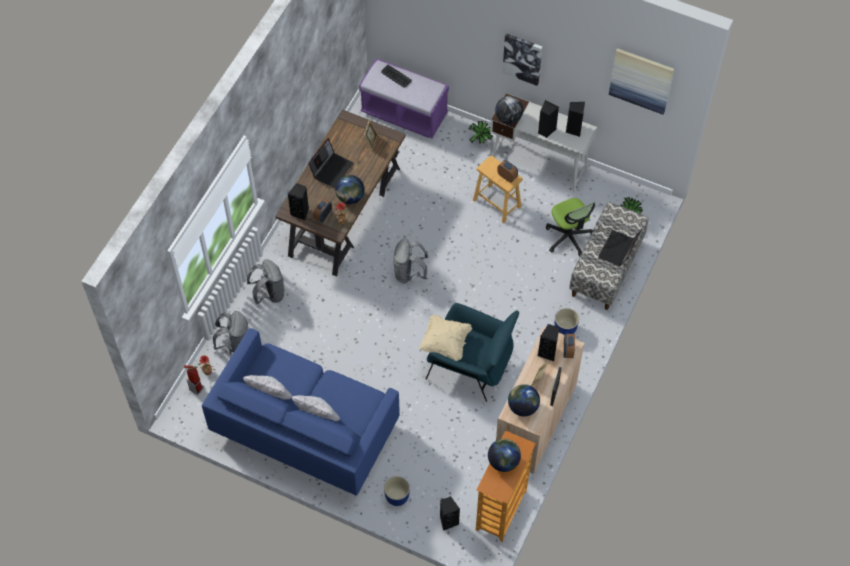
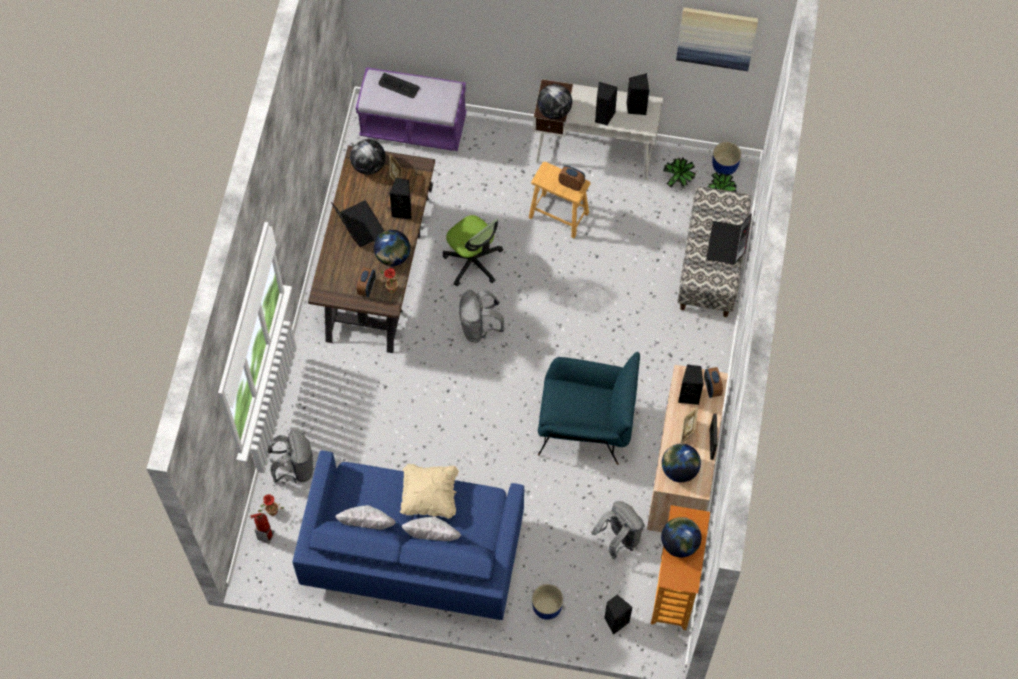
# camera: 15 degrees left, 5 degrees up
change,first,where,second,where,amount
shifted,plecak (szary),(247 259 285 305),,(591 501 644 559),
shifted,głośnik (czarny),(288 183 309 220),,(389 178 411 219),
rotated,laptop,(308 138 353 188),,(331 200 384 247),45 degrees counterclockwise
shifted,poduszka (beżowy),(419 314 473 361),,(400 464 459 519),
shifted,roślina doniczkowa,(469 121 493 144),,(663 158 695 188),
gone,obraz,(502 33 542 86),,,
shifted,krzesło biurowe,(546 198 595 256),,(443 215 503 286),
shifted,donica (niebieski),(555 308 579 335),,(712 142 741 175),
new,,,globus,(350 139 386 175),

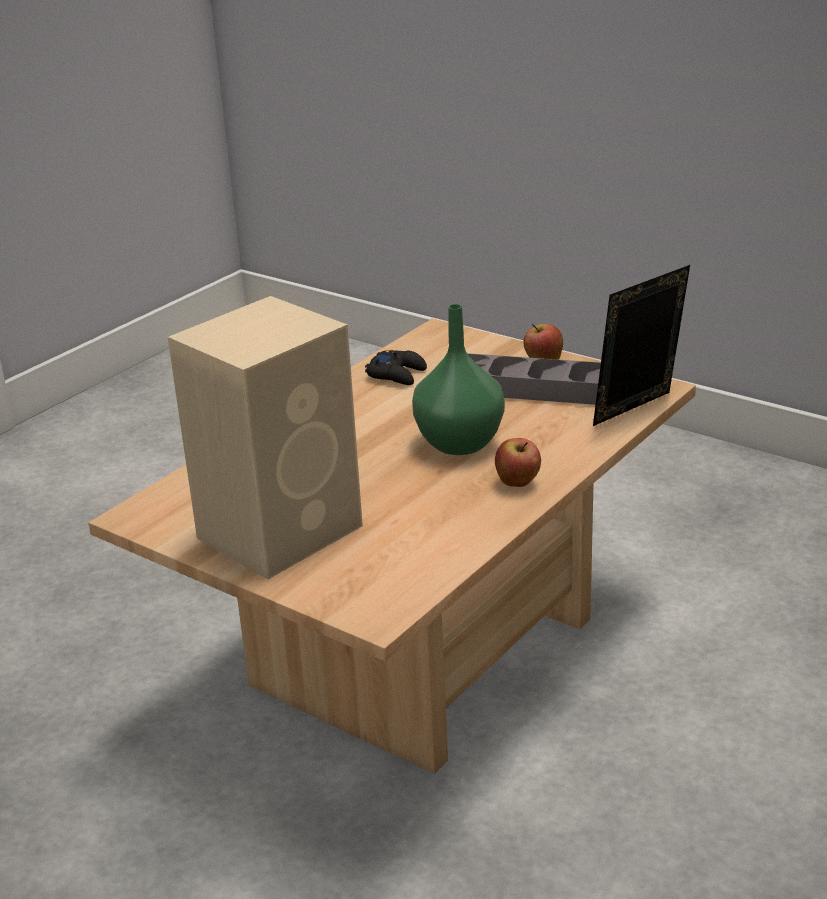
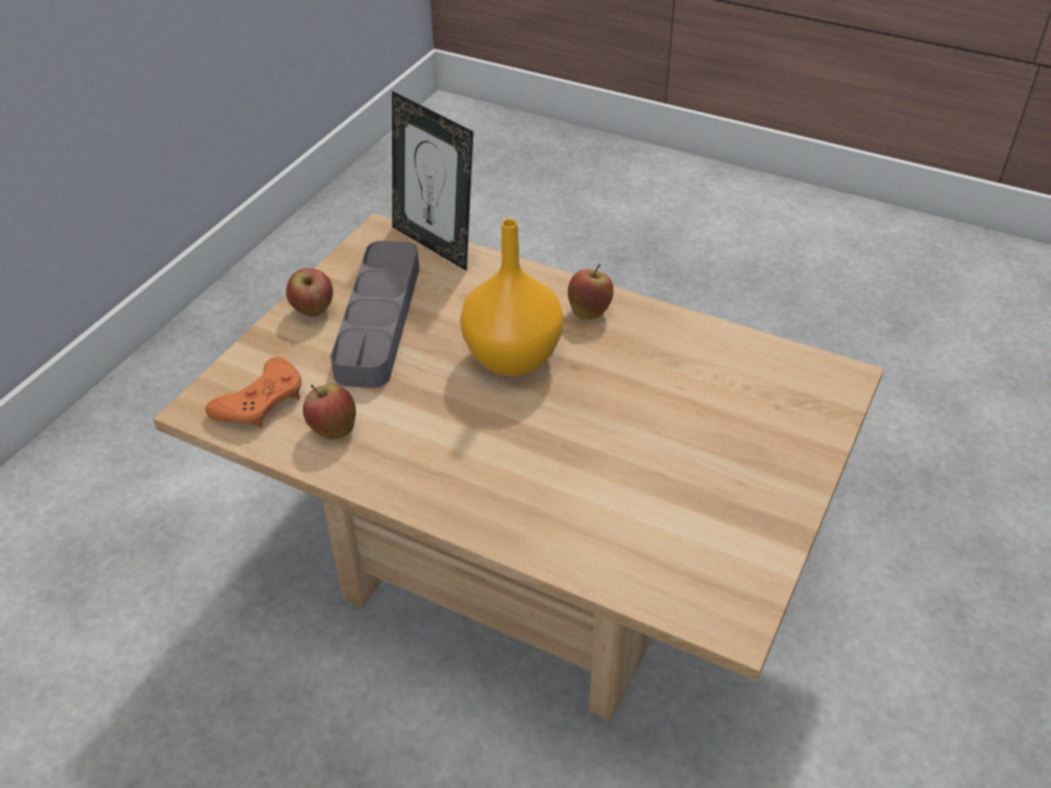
# camera: 100 degrees left, 15 degrees up
change,first,where,second,where,amount
gone,głośnik (beżowy),(168 296 363 579),,,
swapped,pad do gier (czarny),(365 350 427 385),jabłko,(303 383 356 440),
repainted,wazon (zielony),(412 304 505 455),wazon (pomarańczowy),(460 219 563 376),
new,,,pad do gier (pomarańczowy),(205 357 302 428),

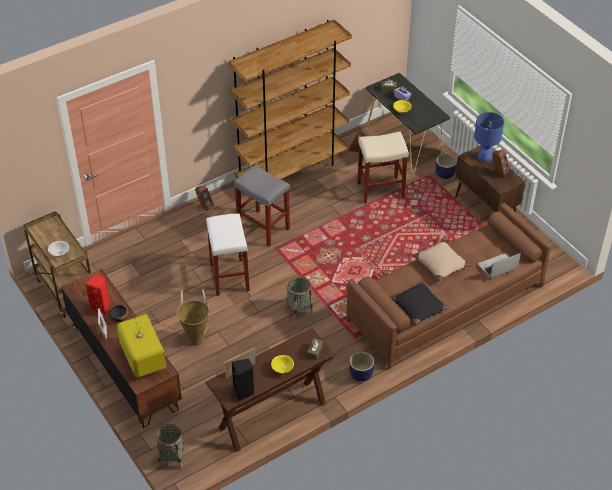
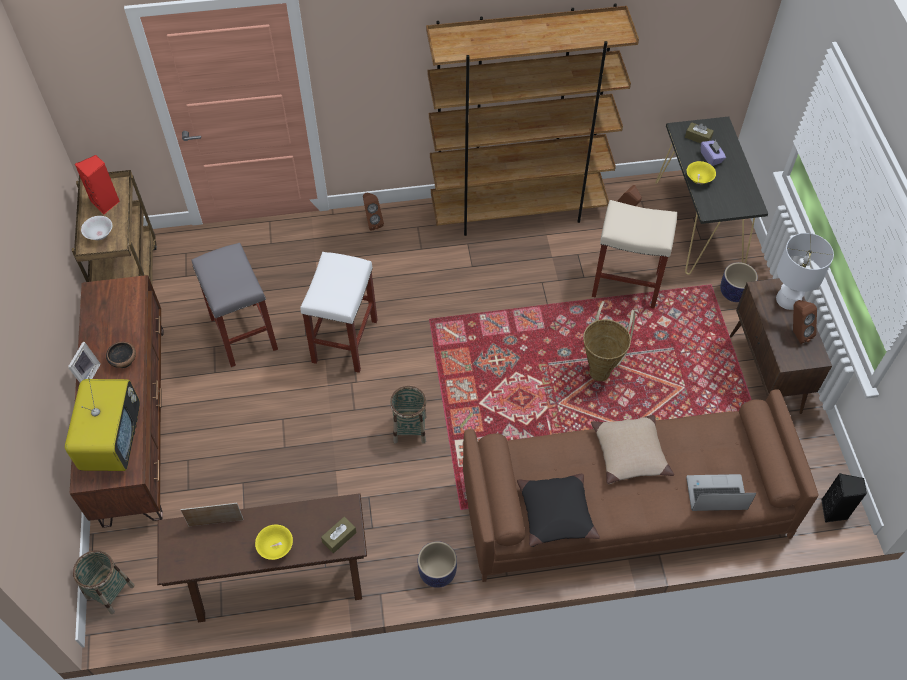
# camera: 25 degrees right, 10 degrees up
change,first,where,second,where,amount
shifted,głośnik (czerwony),(86 274 110 315),,(75 155 120 215),
shifted,koszyk,(177 289 209 345),,(583 301 635 381),
shifted,głośnik (czarny),(232 359 254 401),,(821 473 867 523),
shifted,stołek (szary),(234 165 290 247),,(192 243 278 367),
repainted,lampa stołowa (niebieski),(474 112 504 162),lampa stołowa (biały),(776 233 834 310),

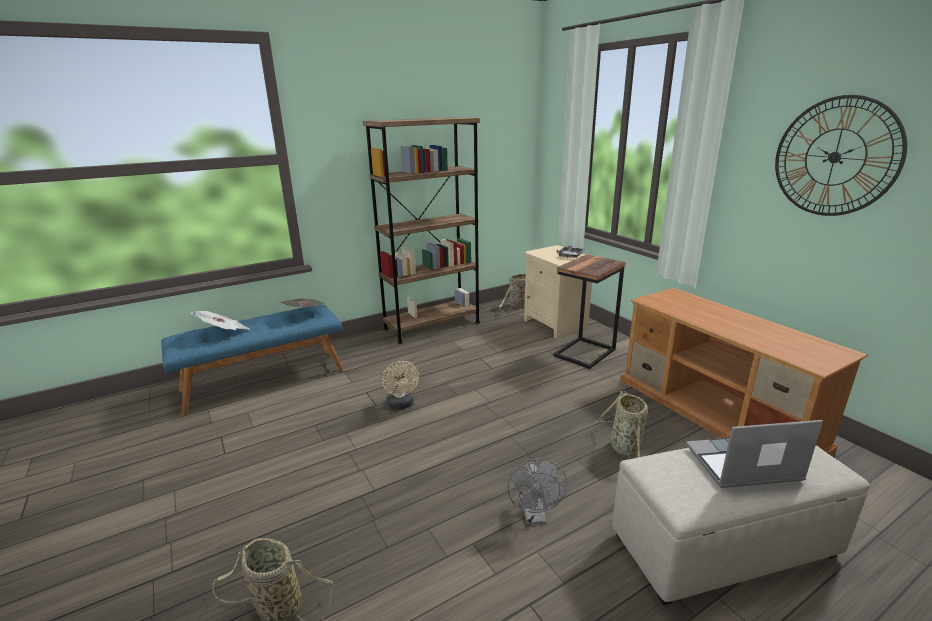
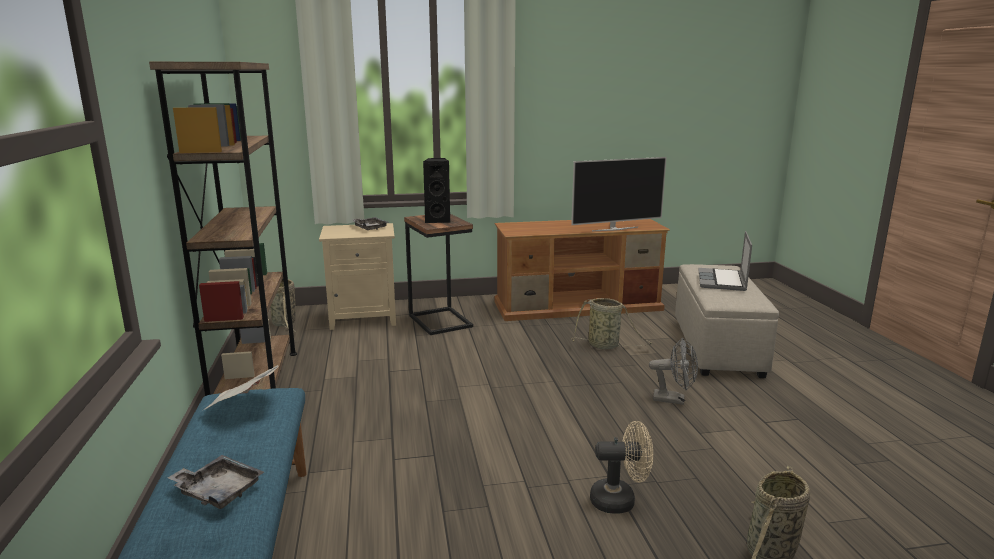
# camera: 70 degrees left, 5 degrees down
change,first,where,second,where,amount
swapped,gazeta,(191 311 250 330),taca (szary),(167 455 264 509),
shifted,wentylator (beżowy),(382 361 419 410),,(590 421 653 514),
gone,zegar ścienny,(775 95 907 216),,,
new,,,głośnik (czarny),(423 158 450 223),
new,,,telewizor,(571 157 667 231),

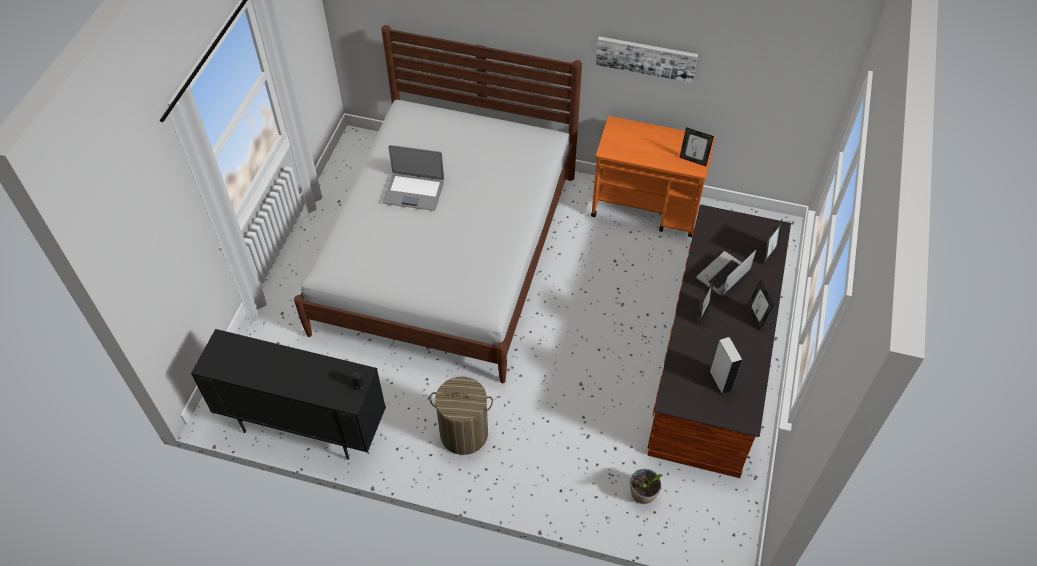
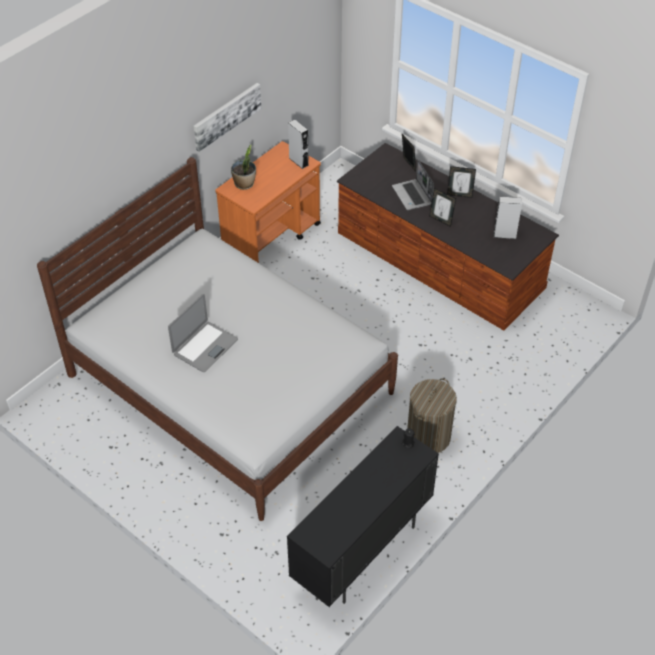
# camera: 65 degrees left, 5 degrees down
change,first,where,second,where,amount
shifted,roślina doniczkowa,(630 469 663 504),,(231 144 256 190),
swapped,ramka na zdjęcie,(679 127 714 166),głośnik (szary),(288 119 309 169),

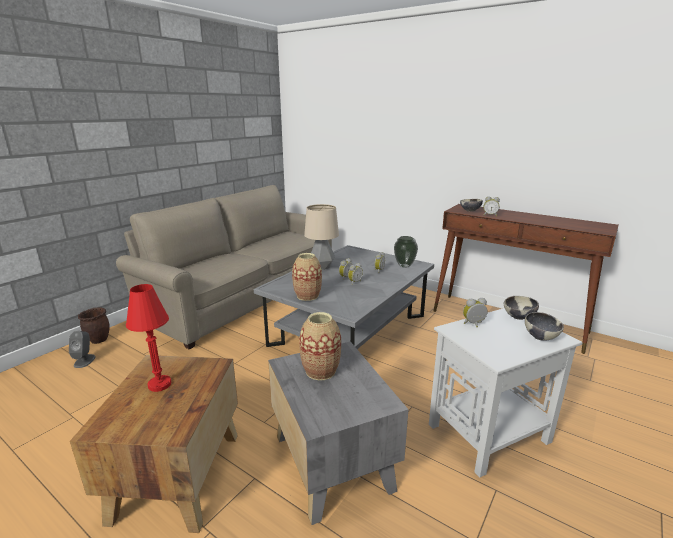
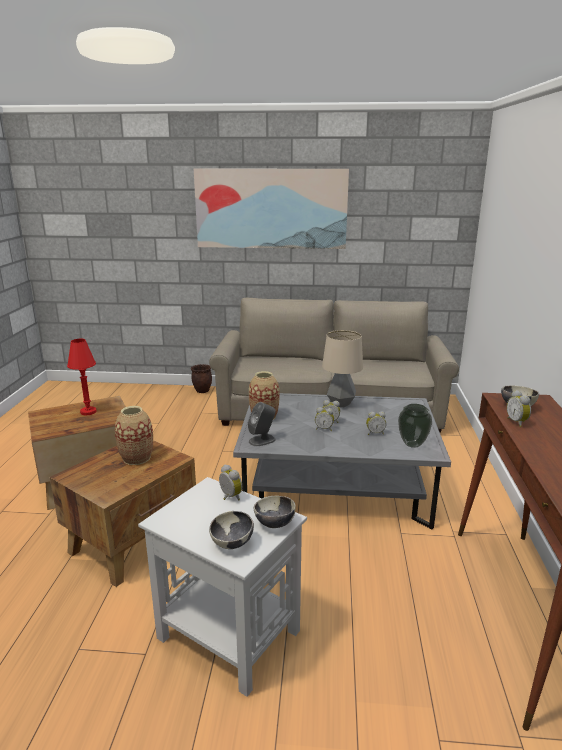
# camera: 60 degrees right, 0 degrees up
change,first,where,second,where,amount
shifted,głośnik (szary),(69 331 96 368),,(248 402 276 446),
repainted,stolik (szary),(268 341 409 525),stolik (brązowy),(50 440 196 587),
new,,,obraz,(194 169 349 249),

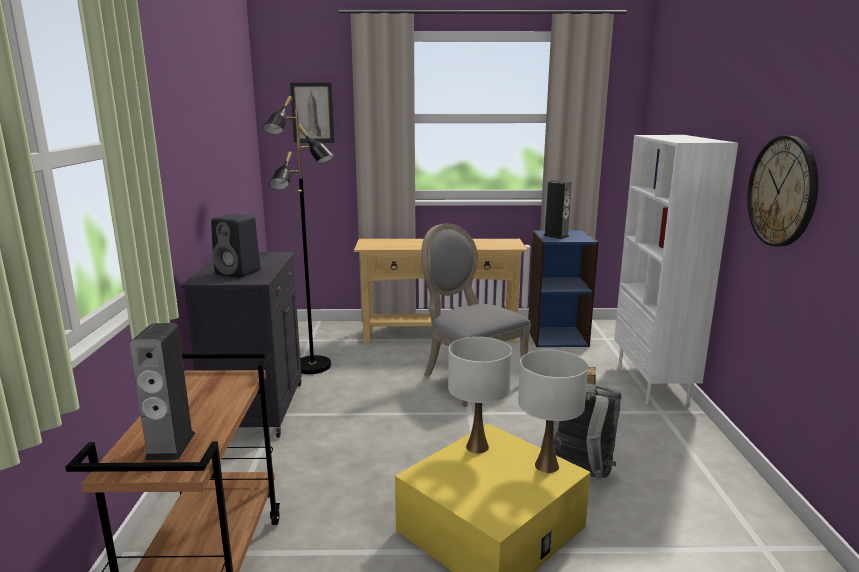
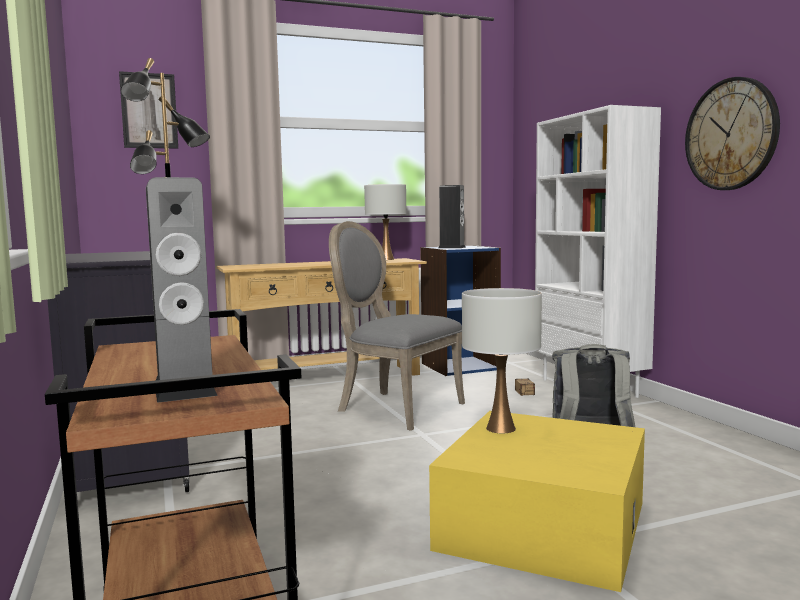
# camera: 20 degrees left, 10 degrees down
change,first,where,second,where,amount
gone,głośnik (czarny),(211 214 261 278),,,
shifted,lampa stołowa (biały),(518 350 588 473),,(364 184 406 260),

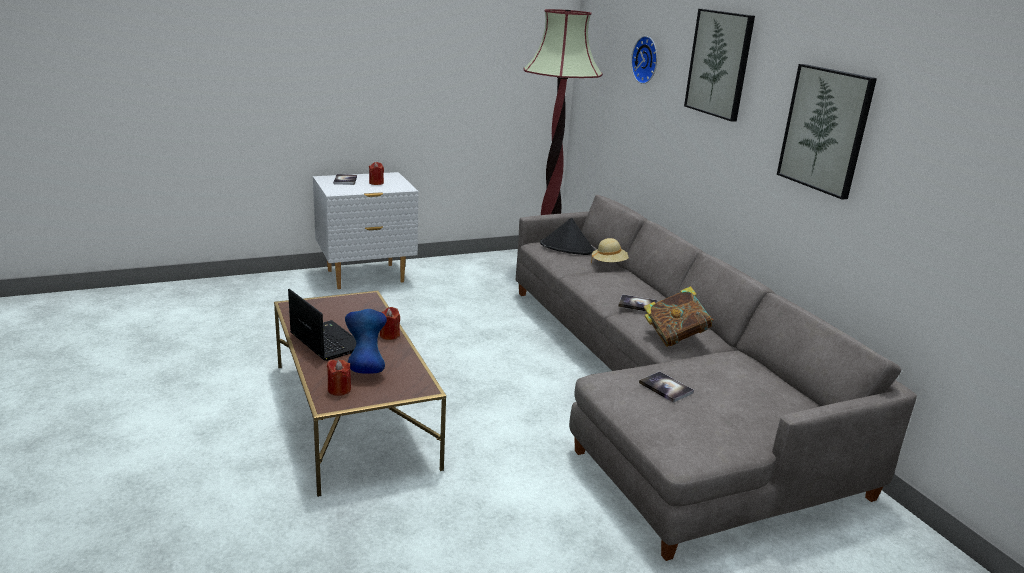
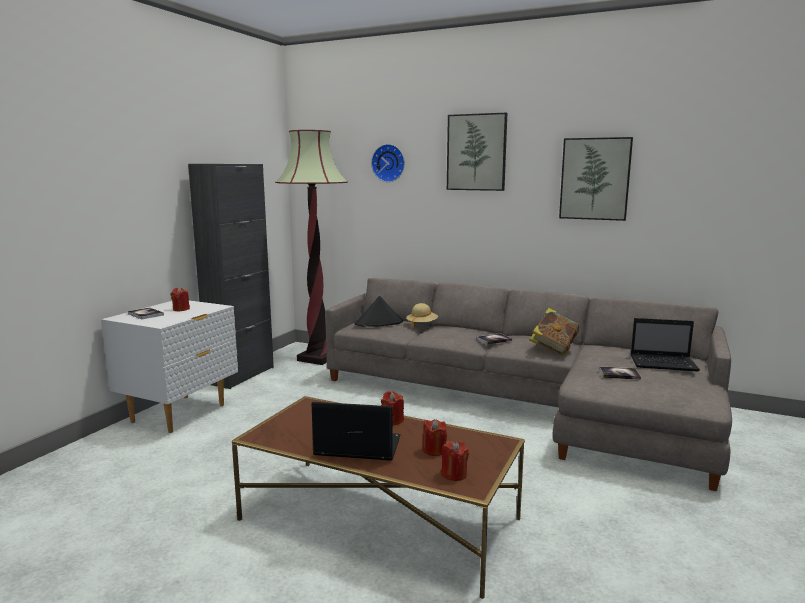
# camera: 40 degrees left, 10 degrees down
change,first,where,second,where,amount
swapped,wazon (niebieski),(345 309 387 374),świeca (czerwony),(423 419 447 456),
new,,,szafka (czarny),(188 164 274 389),
new,,,laptop,(631 318 700 372),

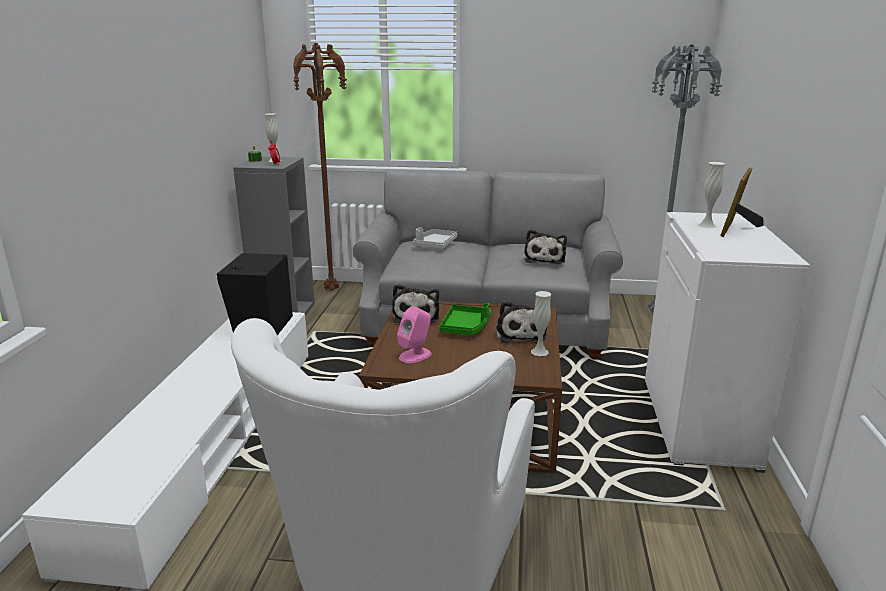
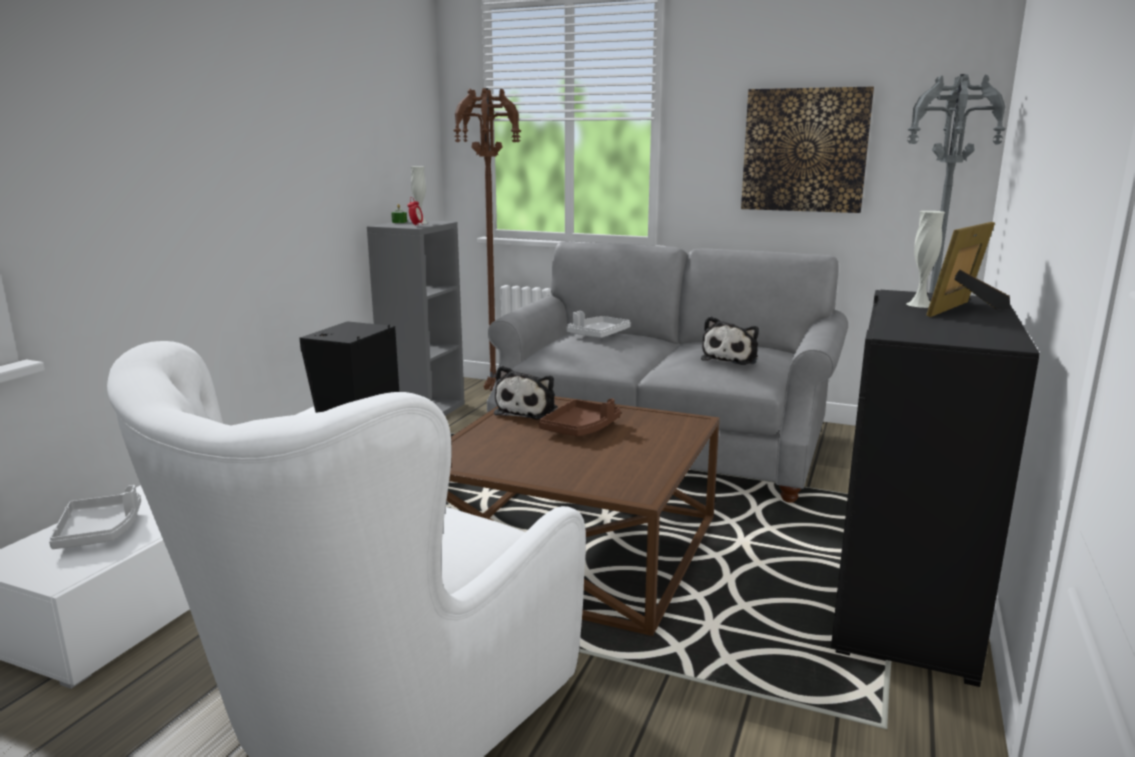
# camera: 15 degrees right, 5 degrees down
change,first,where,second,where,amount
gone,głośnik (różowy),(397 306 432 363),,,
repainted,taca (zielony),(439 303 491 335),taca (brązowy),(539 399 621 436),
gone,pluszak,(496 301 548 342),,,
gone,wazon (biały),(531 291 551 356),,,
repainted,szafka (biały),(645 212 810 473),szafka (czarny),(831 290 1040 687),
new,,,taca (szary),(49 485 141 549),
new,,,obraz,(741 87 874 213),

